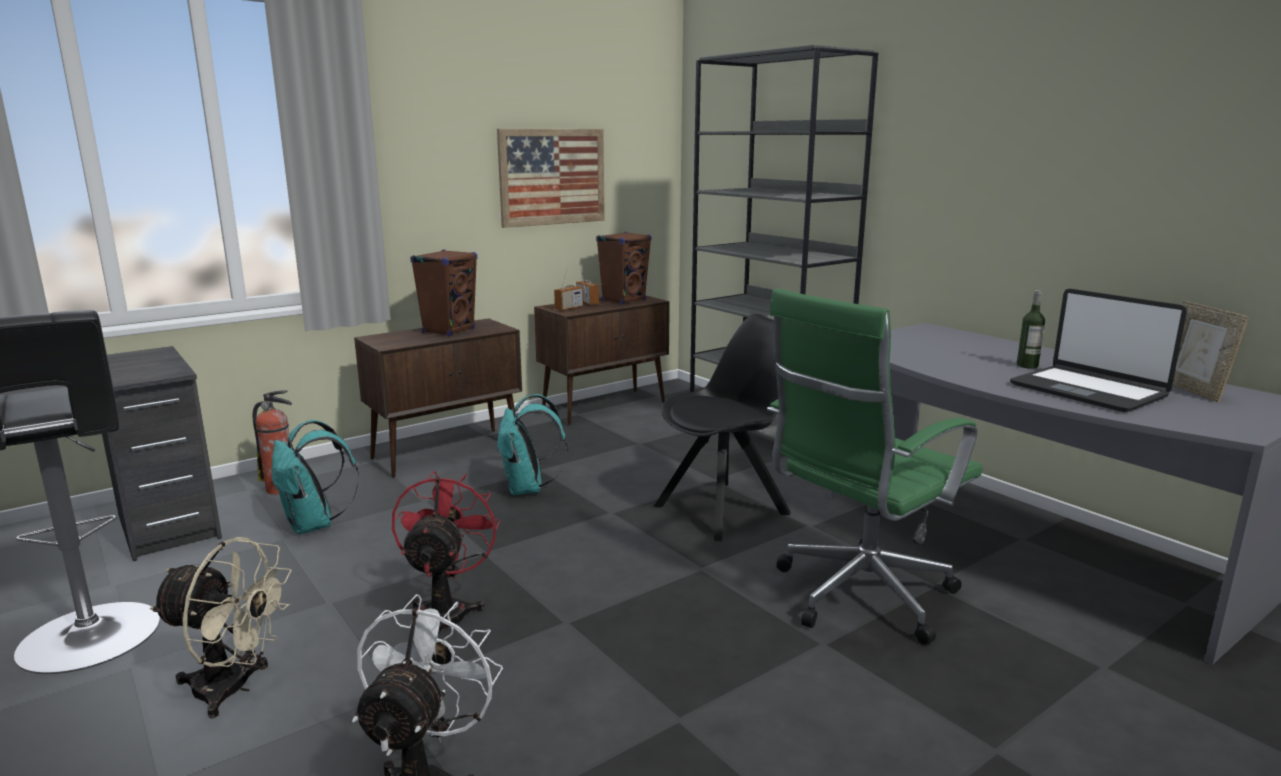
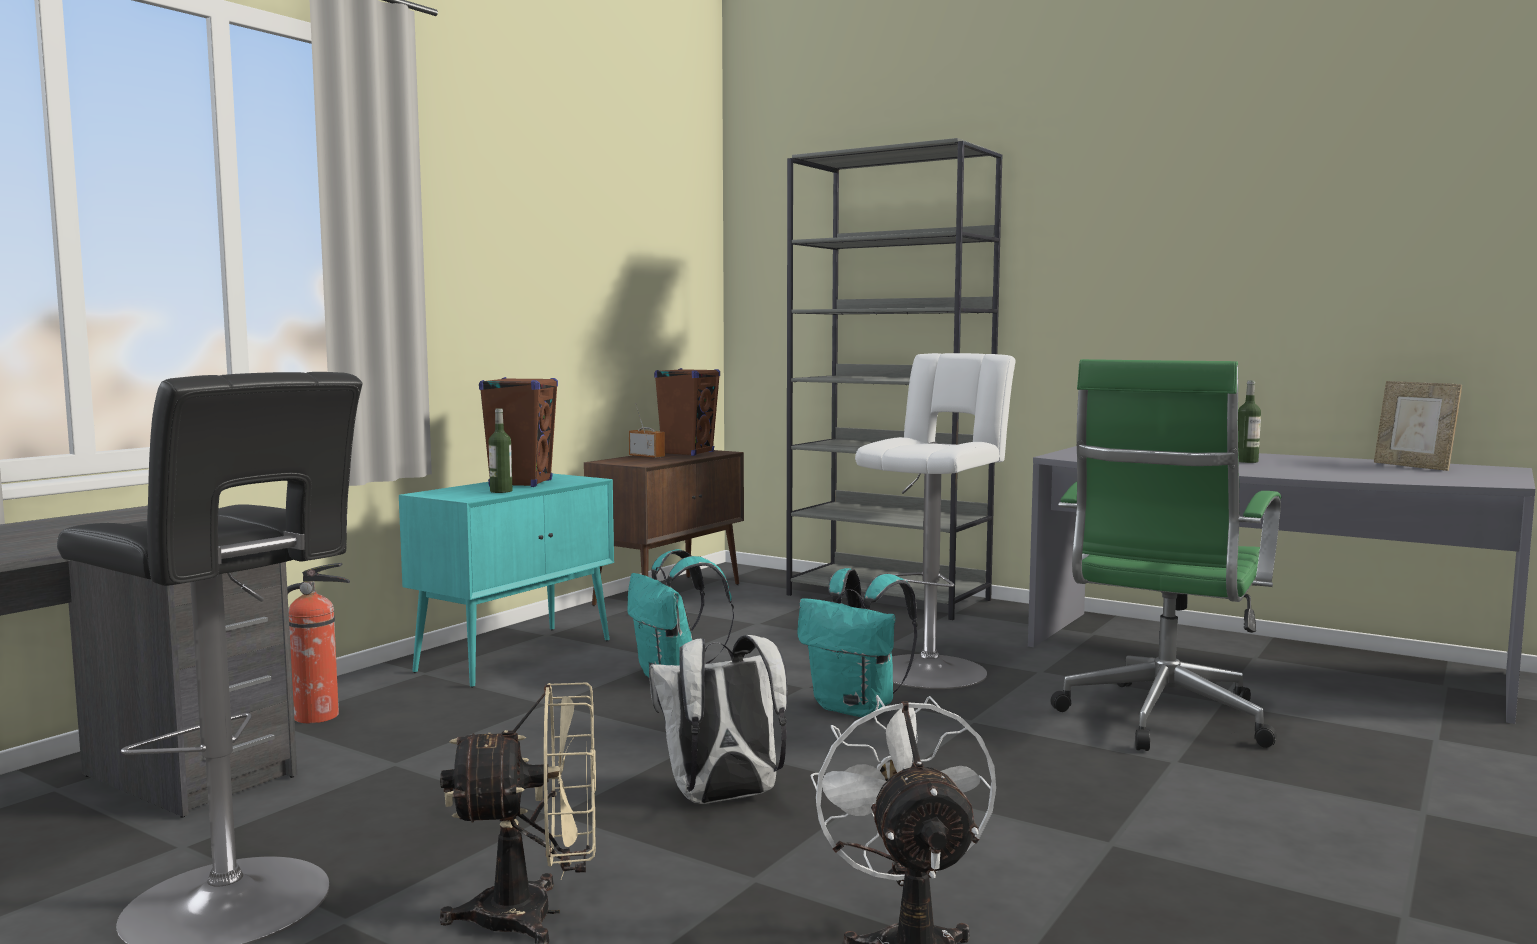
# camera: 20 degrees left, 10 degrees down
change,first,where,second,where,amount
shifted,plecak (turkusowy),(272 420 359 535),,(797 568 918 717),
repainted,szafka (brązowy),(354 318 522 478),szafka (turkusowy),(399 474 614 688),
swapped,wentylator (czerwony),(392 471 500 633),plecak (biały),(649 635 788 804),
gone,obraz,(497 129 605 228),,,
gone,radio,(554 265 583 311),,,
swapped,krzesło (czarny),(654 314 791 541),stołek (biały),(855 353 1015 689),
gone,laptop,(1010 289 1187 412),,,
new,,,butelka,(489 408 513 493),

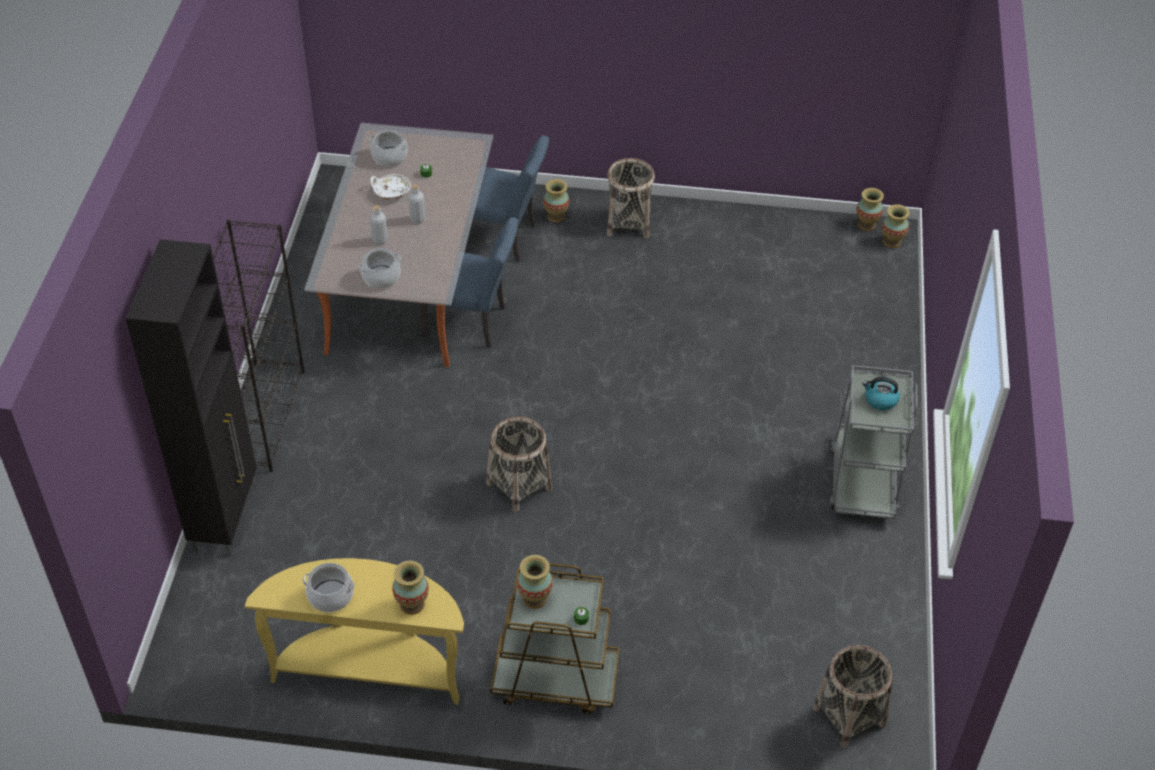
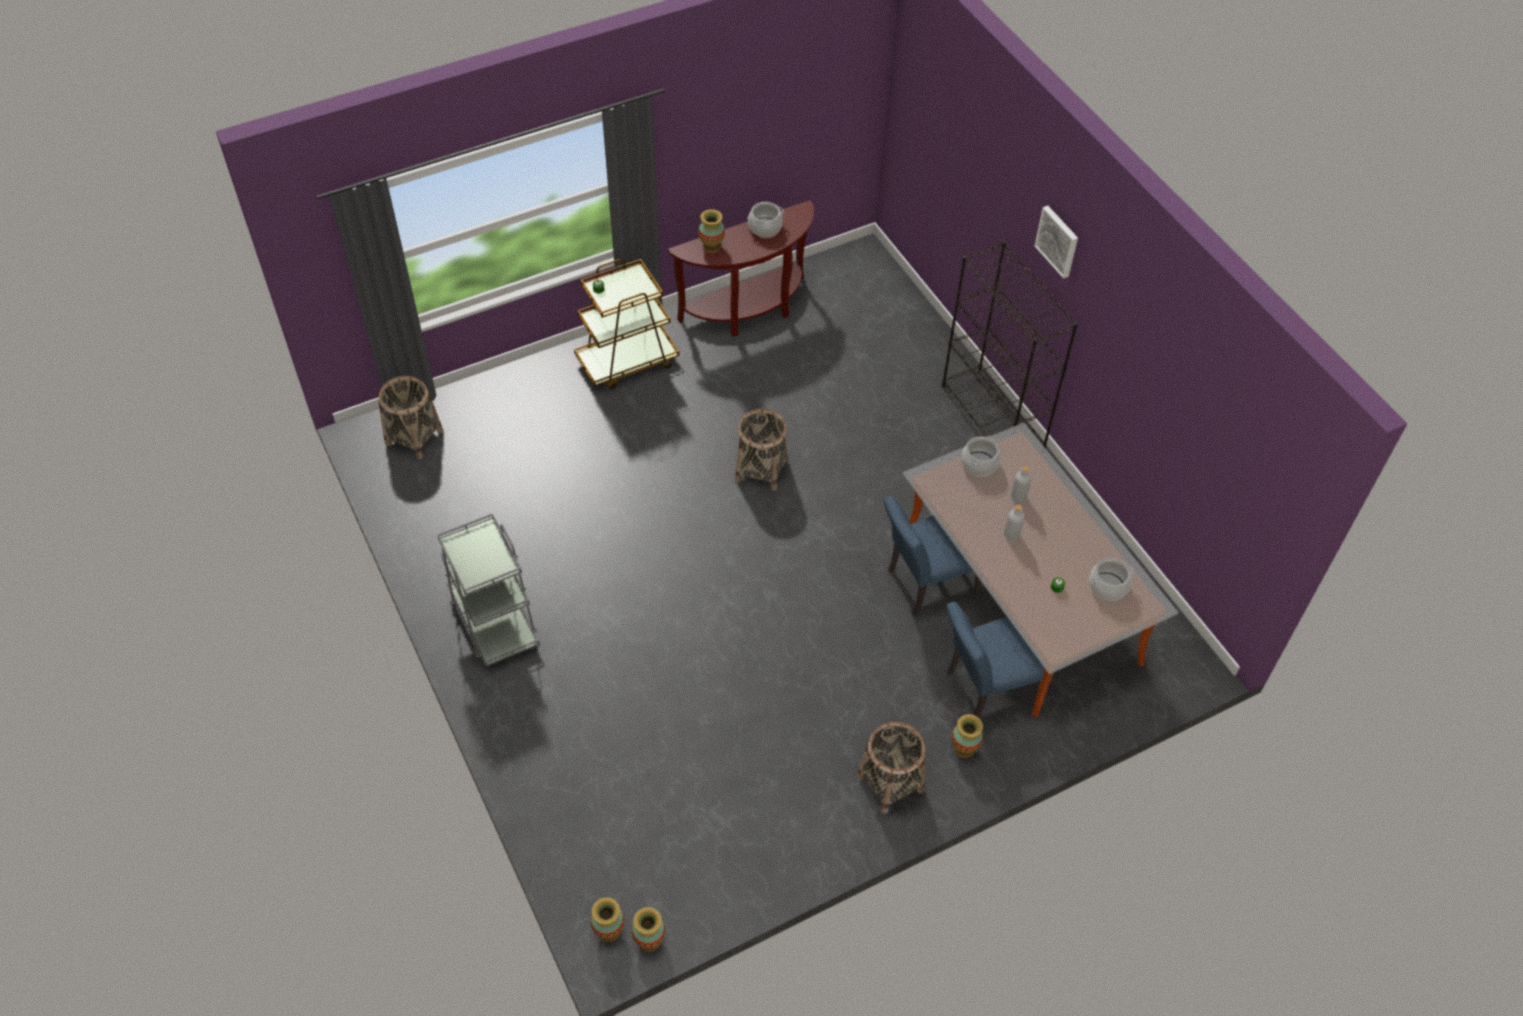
# camera: 145 degrees right, 5 degrees up
change,first,where,second,where,amount
gone,szafka (czarny),(125 239 257 556),,,
repainted,stolik konsolowy (żółty),(245 558 464 704),stolik konsolowy (brązowy),(668 200 814 336),
gone,miska (biały),(370 174 411 199),,,
gone,wazon,(517 555 553 609),,,
gone,czajnik,(862 377 900 410),,,
new,,,obraz,(1034 206 1078 279),

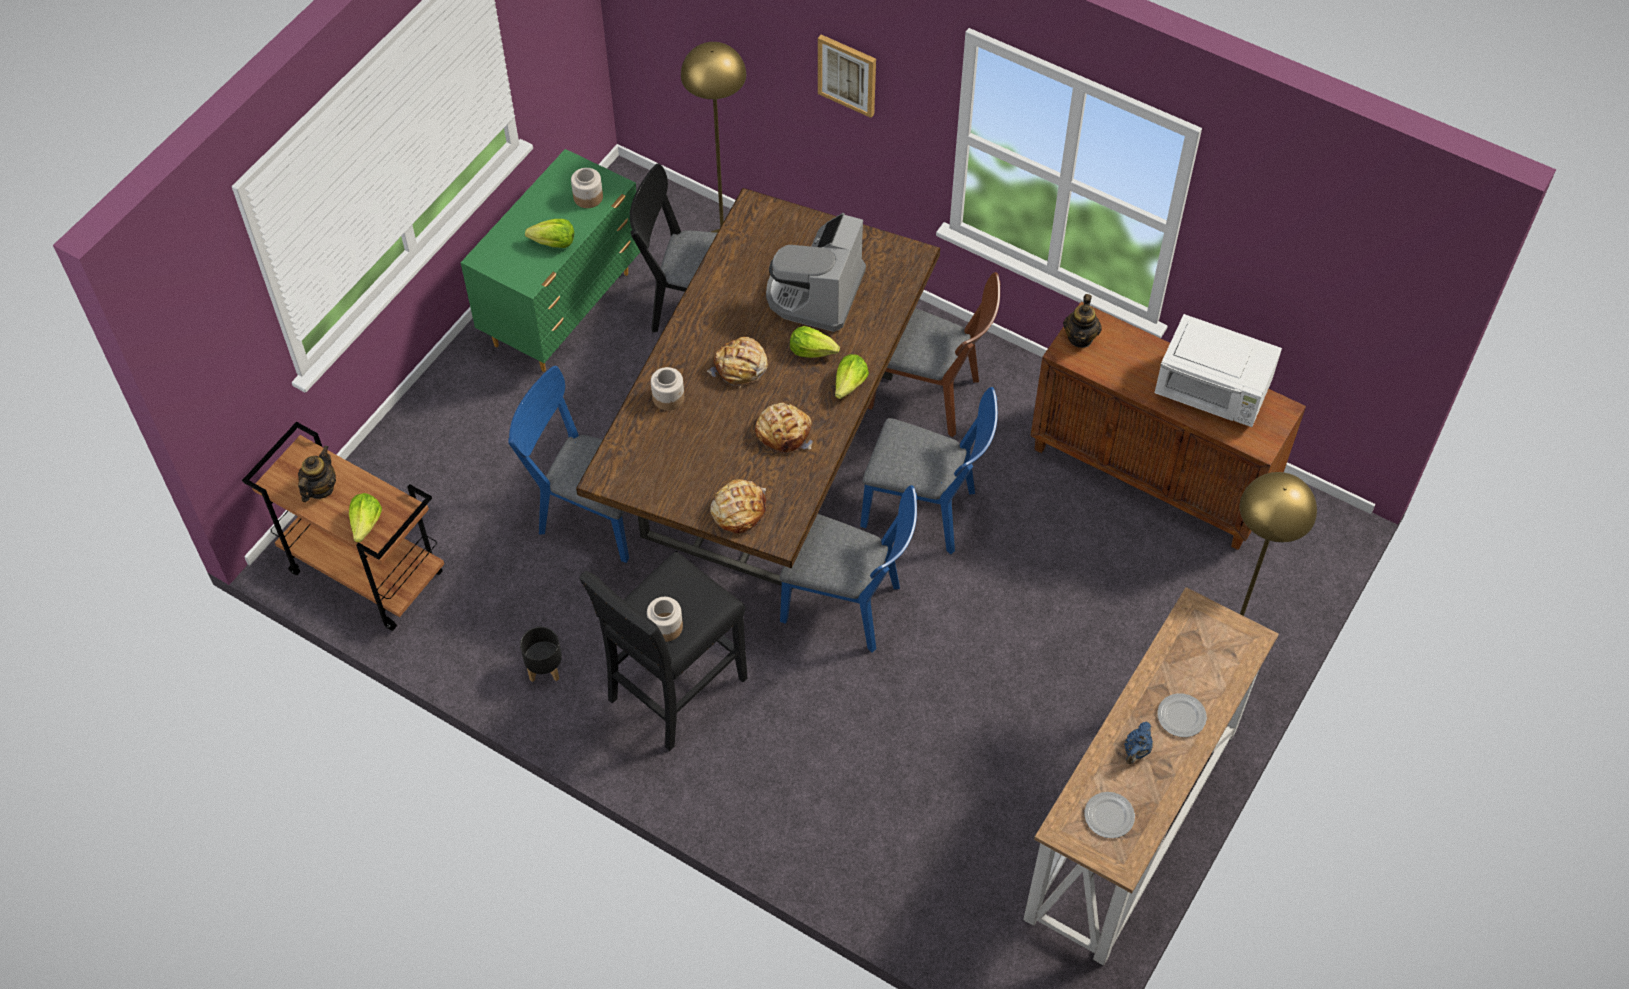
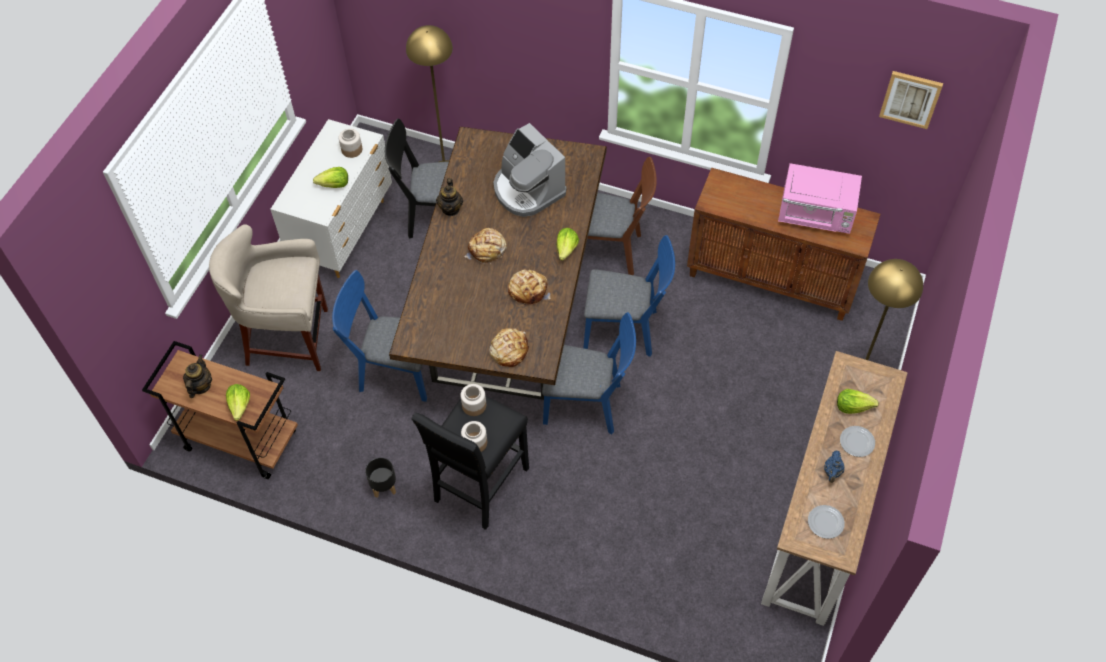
# camera: 10 degrees left, 0 degrees up
change,first,where,second,where,amount
repainted,komoda (zielony),(460 149 640 372),komoda (biały),(270 119 392 278),
shifted,słoik,(651 367 684 410),,(461 384 486 416),
rotated,ekspres do kawy,(766 213 866 332),,(493 123 566 217),45 degrees counterclockwise
shifted,sałata,(790 326 840 358),,(837 389 879 414),
shifted,obraz,(818 35 876 118),,(879 71 943 129),
shifted,imbryk,(1063 294 1102 348),,(436 178 463 216),
repainted,mikrofalówka (biały),(1154 314 1282 427),mikrofalówka (różowy),(778 163 862 234),
new,,,stołek (beżowy),(209 224 328 371),

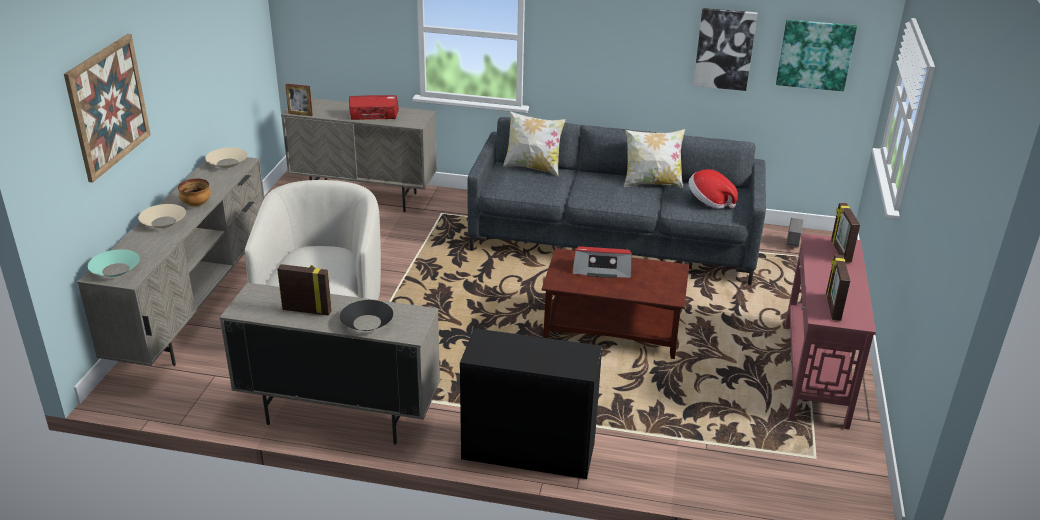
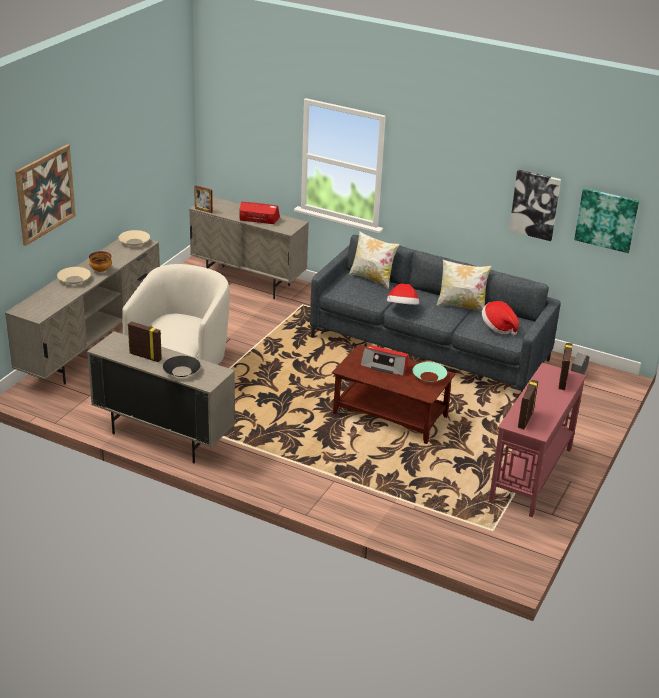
# camera: 15 degrees right, 0 degrees up
change,first,where,second,where,amount
shifted,miska (turkusowy),(88 249 140 277),,(412 362 447 382),
gone,komoda (czarny),(460 328 602 479),,,
new,,,kapelusz,(387 283 419 305),

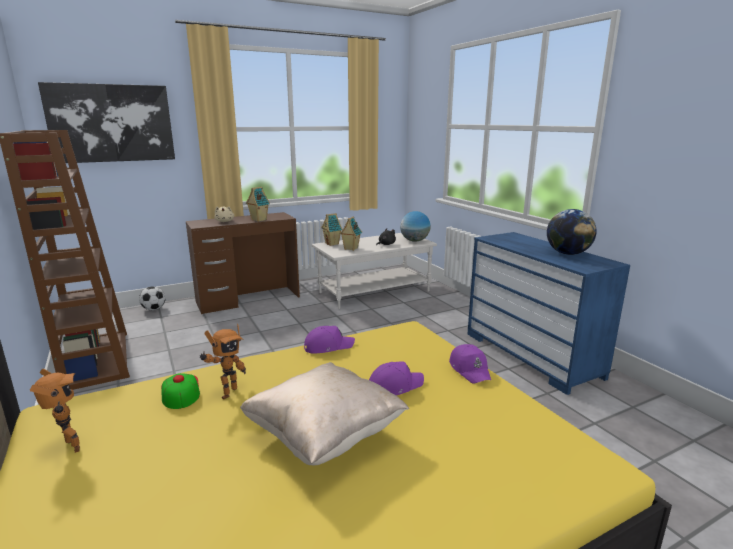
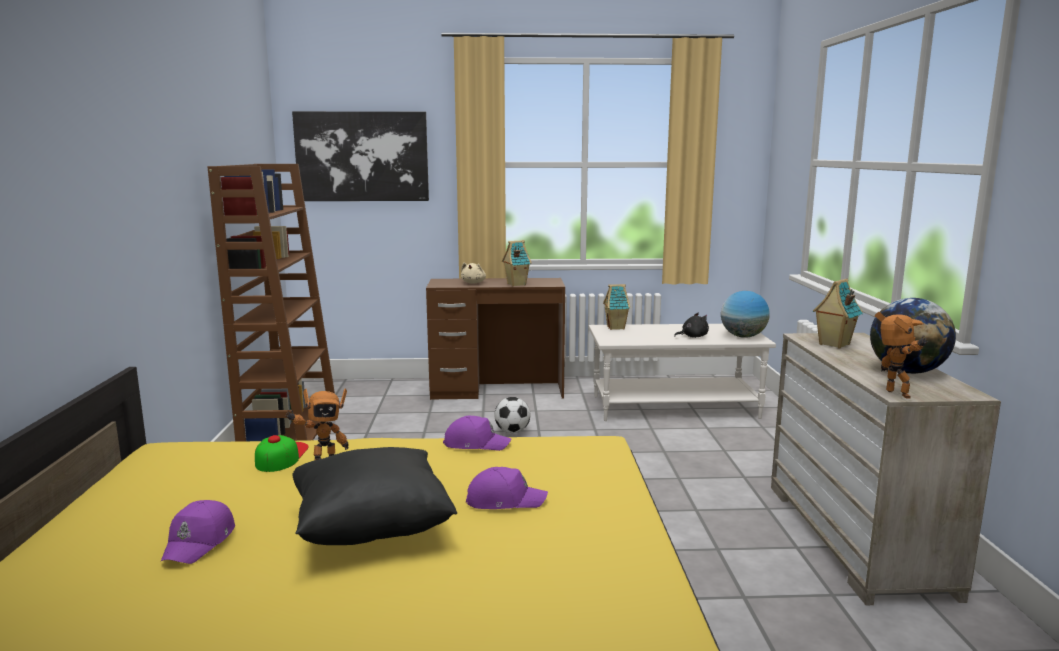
# camera: 25 degrees right, 5 degrees down
change,first,where,second,where,amount
shifted,robot zabawkowy,(30 369 80 453),,(875 312 928 399),
shifted,piłka futbolowa,(139 286 166 310),,(494 397 530 433),
repainted,poduszka (beżowy),(240 362 409 465),poduszka (czarny),(293 447 457 545),
shifted,domek,(340 216 362 251),,(813 279 863 349),
shifted,czapka z daszkiem (fioletowy),(449 344 491 384),,(160 500 235 564),
repainted,komoda (niebieski),(467 232 630 395),komoda (beżowy),(771 333 1001 605),

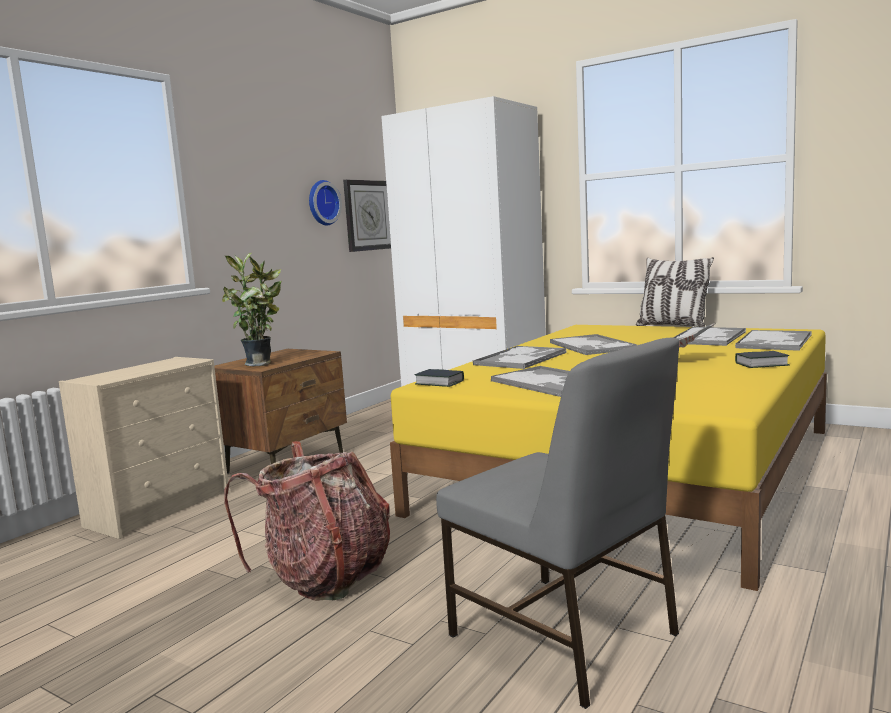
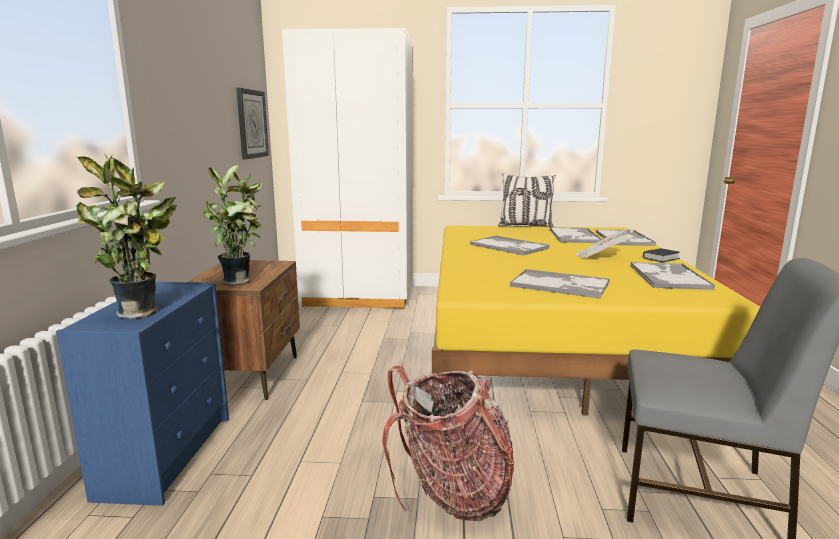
# camera: 30 degrees left, 5 degrees up
change,first,where,second,where,amount
repainted,komoda (beżowy),(59 357 229 539),komoda (niebieski),(56 282 229 506),
gone,zegar ścienny,(309 180 342 225),,,
gone,książka,(415 369 464 387),,,
shifted,taca,(473 346 567 369),,(630 262 715 290),
new,,,roślina doniczkowa,(76 155 177 319),

